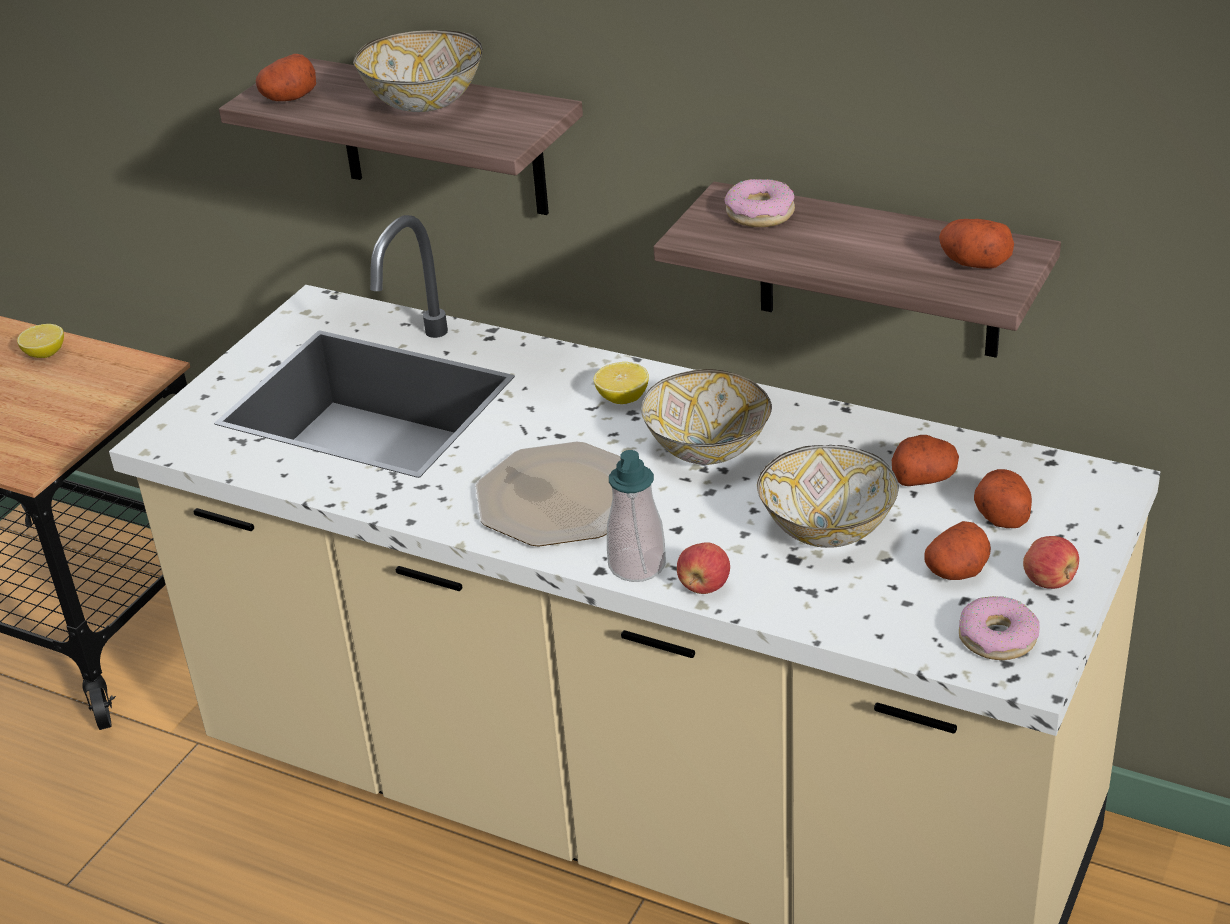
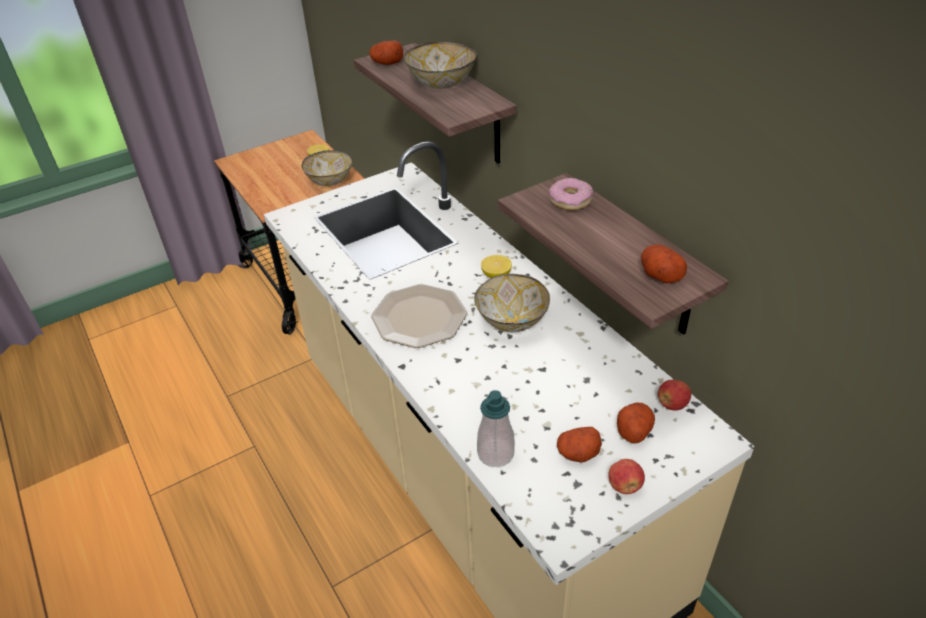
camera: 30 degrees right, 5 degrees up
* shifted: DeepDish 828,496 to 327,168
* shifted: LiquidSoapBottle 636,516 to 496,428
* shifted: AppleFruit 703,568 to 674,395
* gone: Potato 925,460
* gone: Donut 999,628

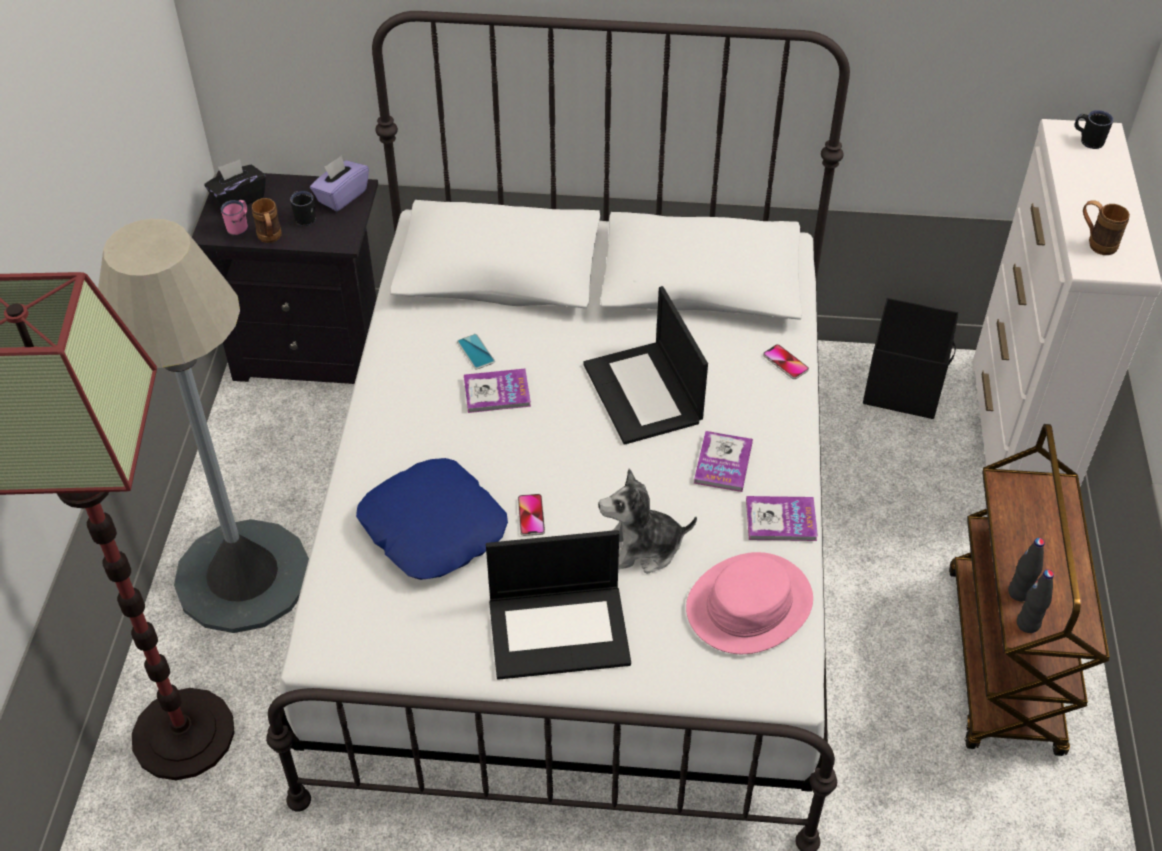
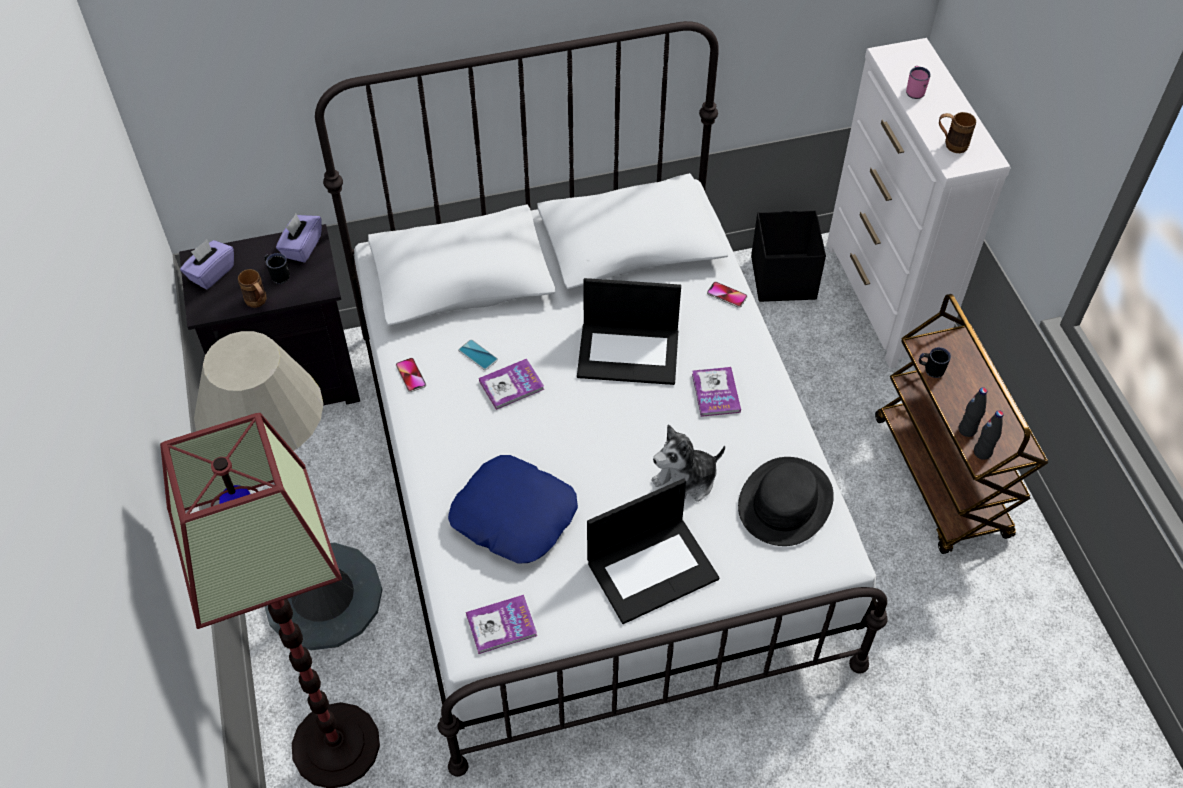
camera: 20 degrees left, 5 degrees up
* repainted: BlackishBoxOfTissues 235,183 to PurplishBoxOfTissues 207,265
* shifted: Telephone 531,515 to 411,375
* shifted: BoundBook 782,518 to 501,624
* rotated: Laptop 645,365 = 629,331 45 degrees counterclockwise
* repainted: PinkishWearableHat 749,603 to BlackishWearableHat 786,501
* shifted: PinkishCoffeeMug 234,218 to 918,82
* shifted: BlackishCoffeeMug 1094,129 to 935,362

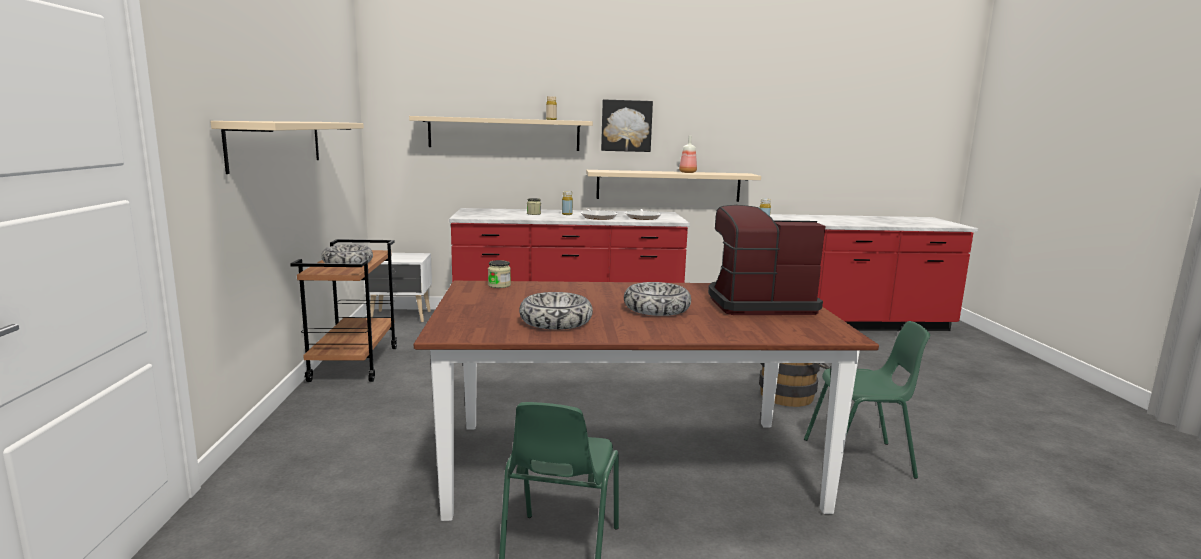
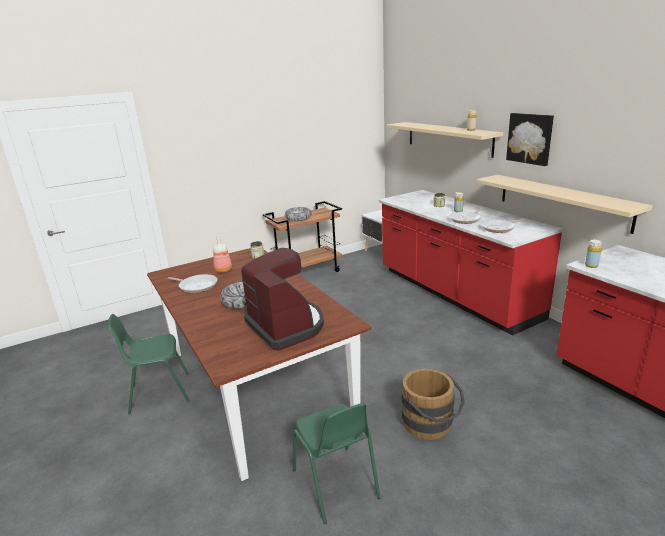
camera: 65 degrees right, 10 degrees up
* swapped: DeepDish 556,311 to Skillet 193,283
* shifted: BeverageBottle 688,154 to 222,254
* gone: SandColouredWallShelf 287,147

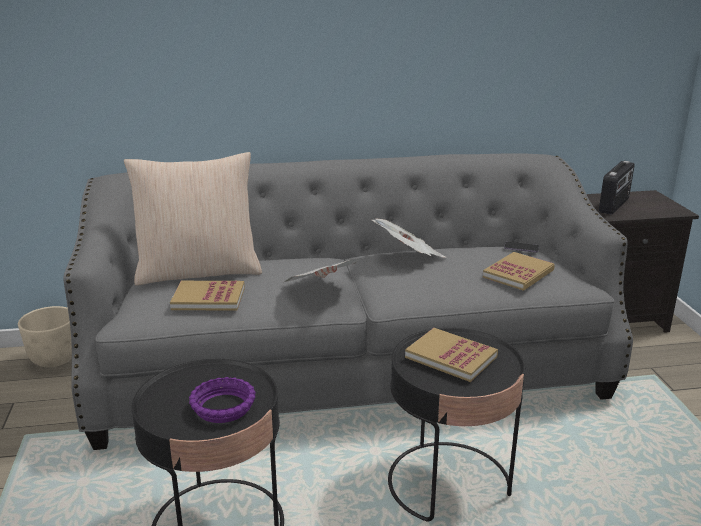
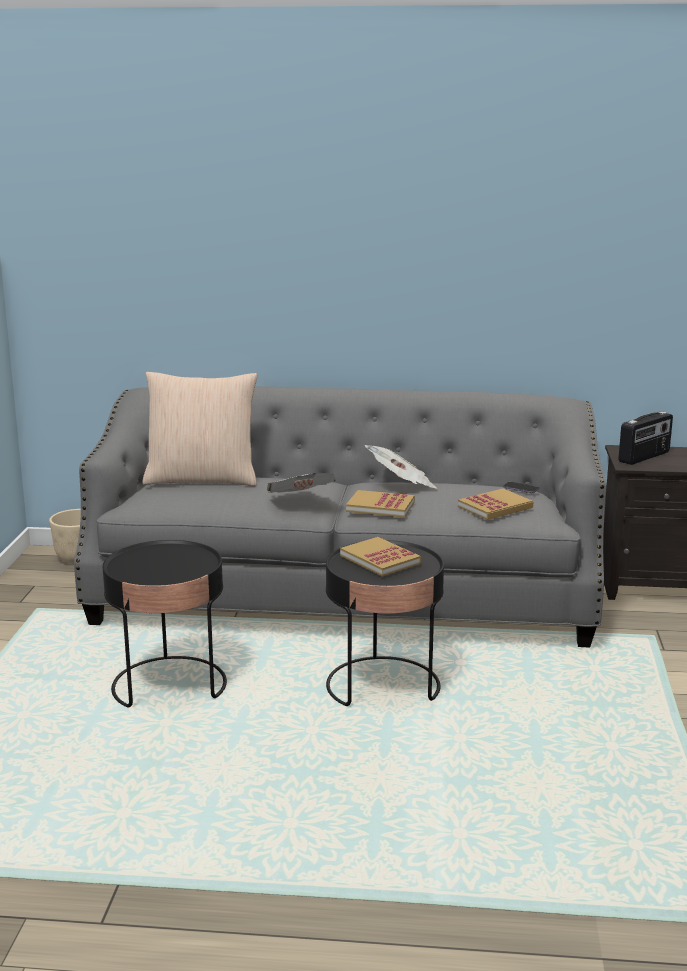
camera: 15 degrees right, 5 degrees down
* shifted: BoundBook 207,296 to 380,504
* gone: PurplishDeepDish 222,400

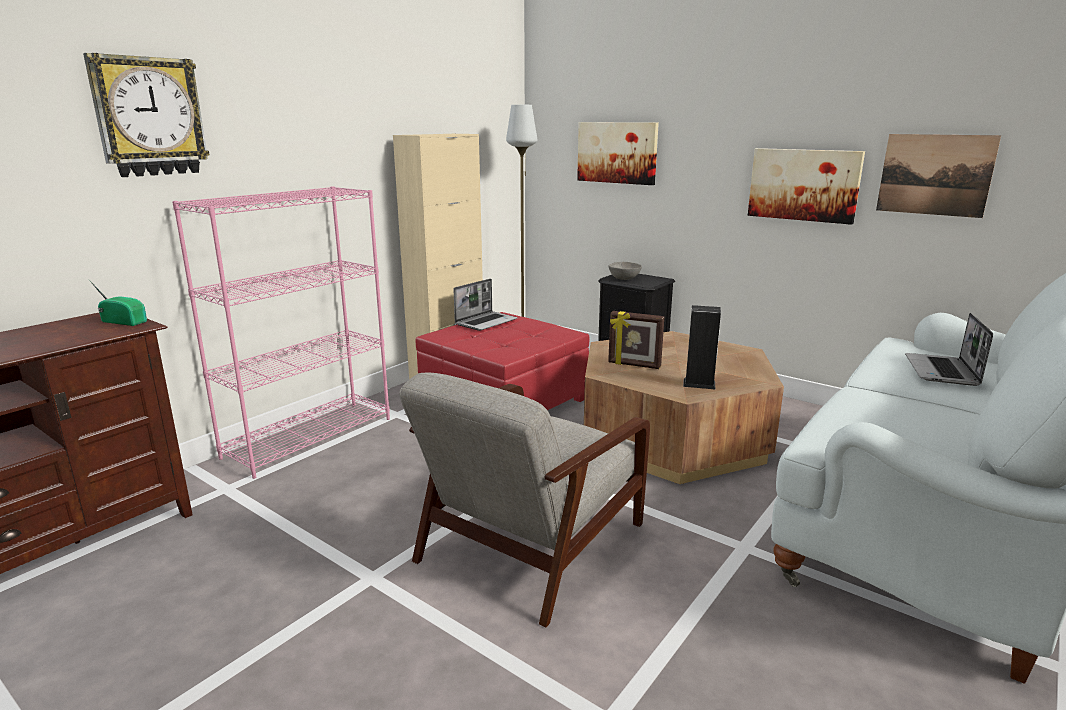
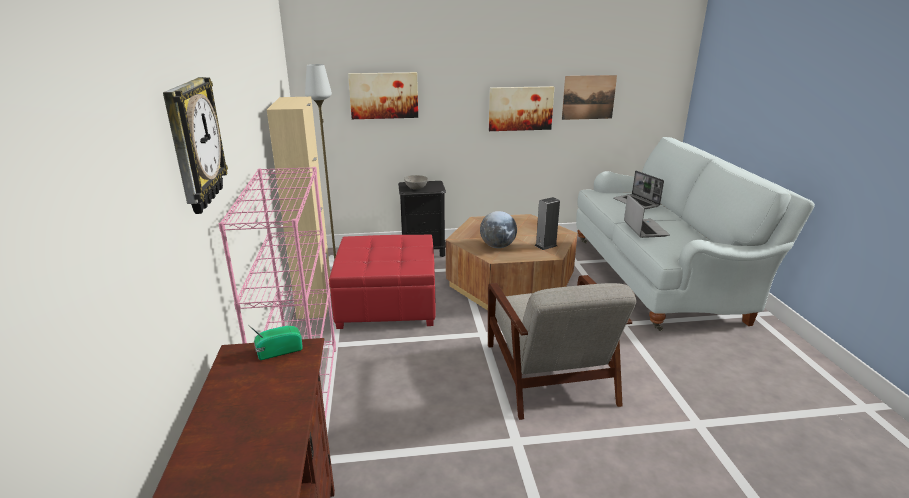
camera: 45 degrees left, 5 degrees up
* swapped: PictureFrame 636,340 to Globe 498,229
* shifted: Laptop 485,305 to 647,216

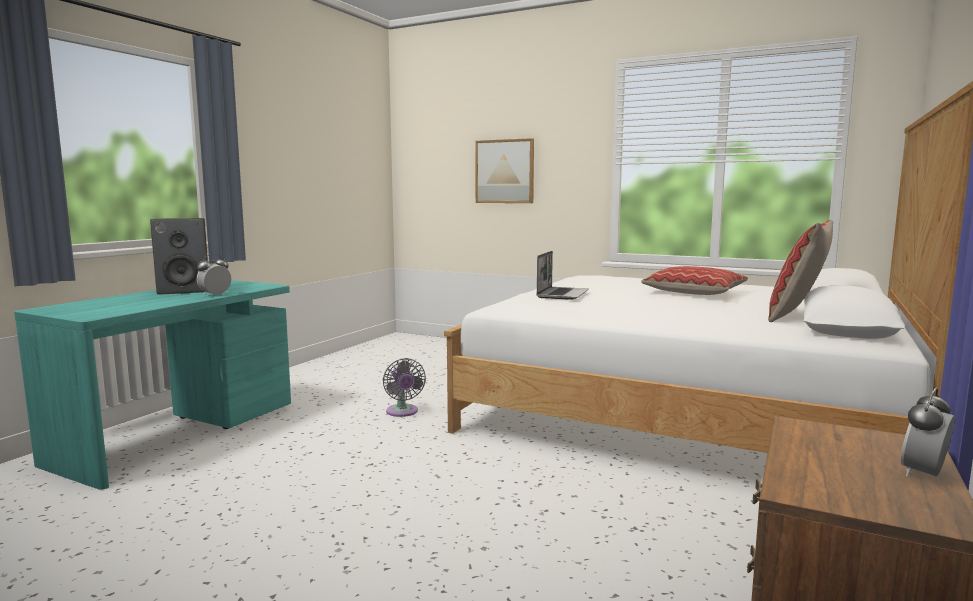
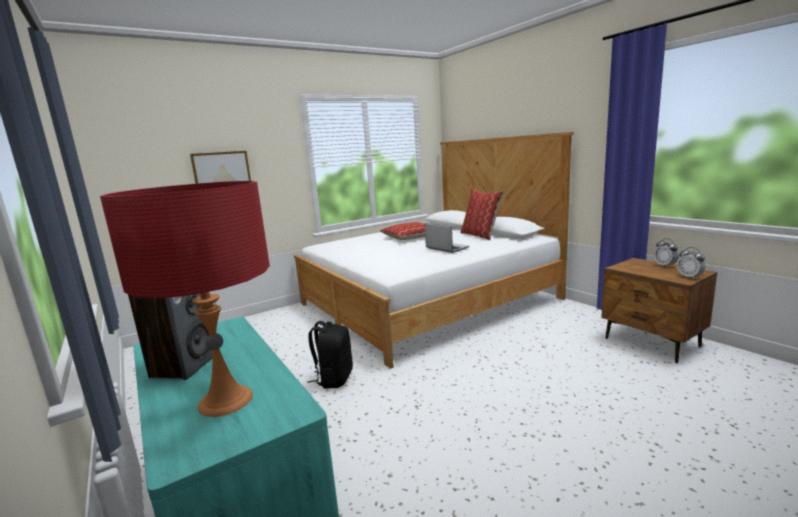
camera: 60 degrees left, 5 degrees up
* new: RedColouredTabletopLamp 185,299
* swapped: GreyFan 404,387 to BlackishRucksack 330,354
* shifted: Laptop 563,275 to 447,238
* shifted: BedsideClock 214,275 to 691,263

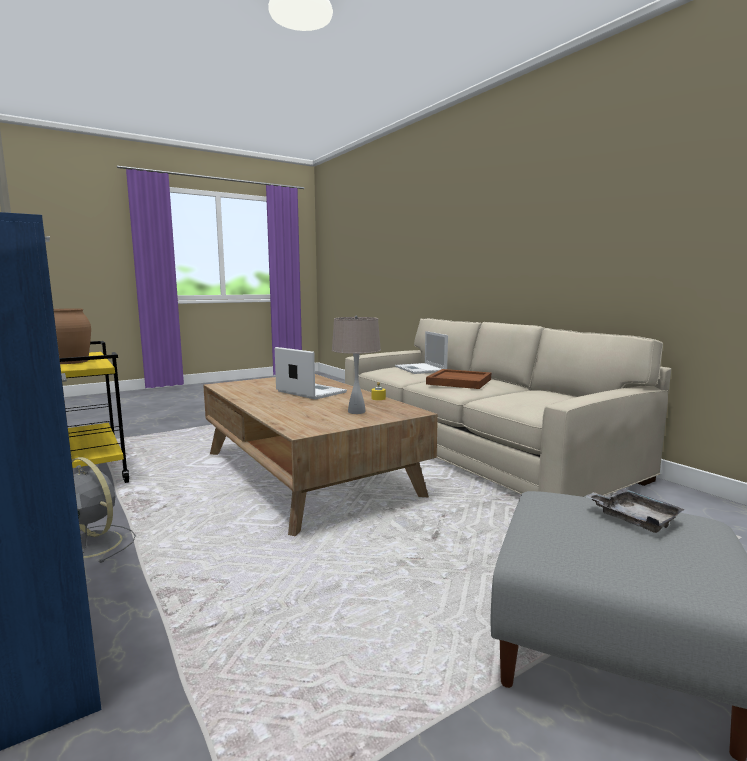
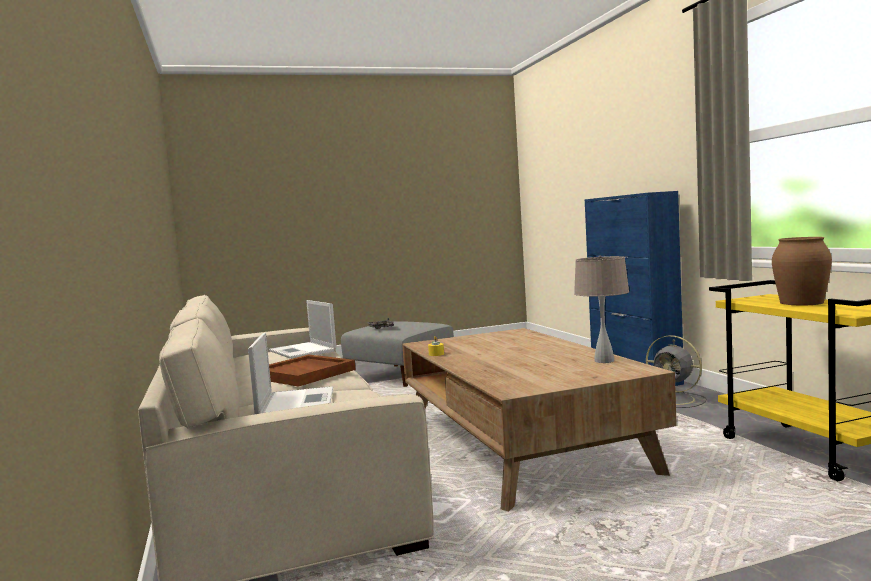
camera: 165 degrees left, 5 degrees down
* shifted: Laptop 311,373 to 302,329
* shifted: SandColouredTabletopLamp 356,365 to 601,309

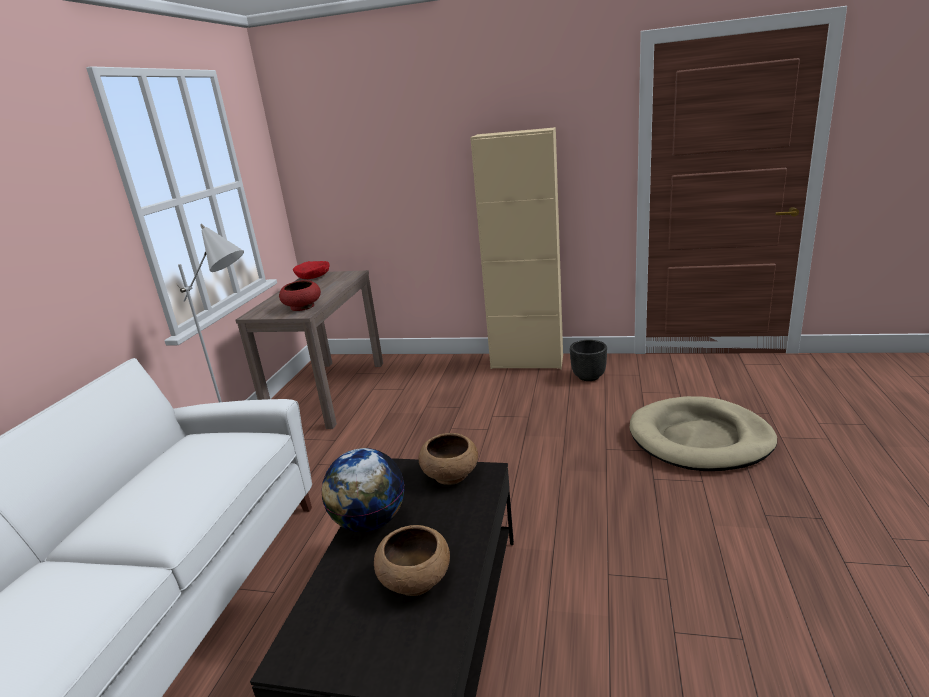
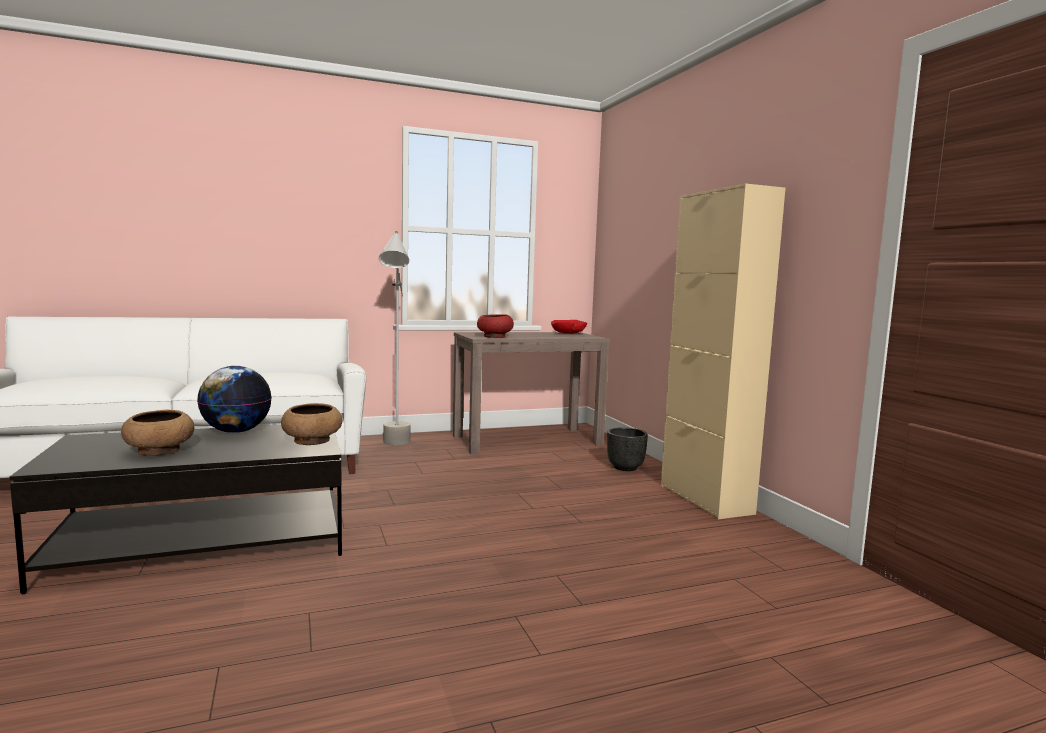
camera: 55 degrees right, 15 degrees down
* shifted: BlackishPlantPot 588,360 to 627,449
* gone: SandColouredPetBed 703,433

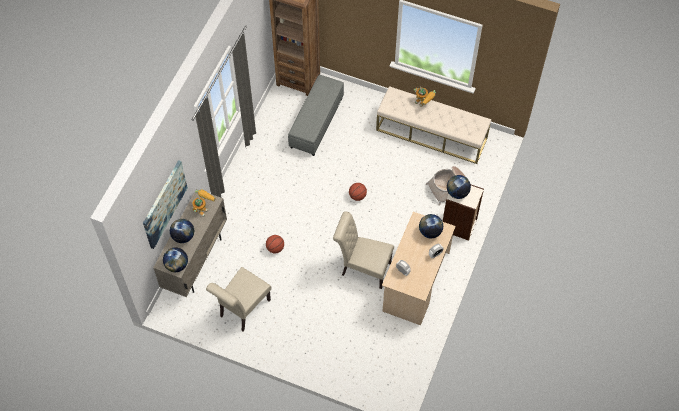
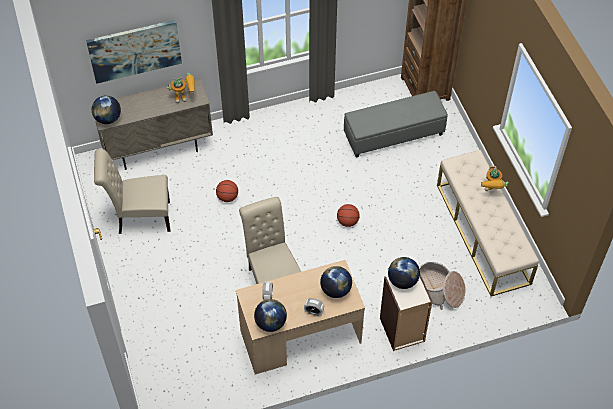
camera: 50 degrees right, 5 degrees down
* shifted: Globe 182,231 to 270,315

